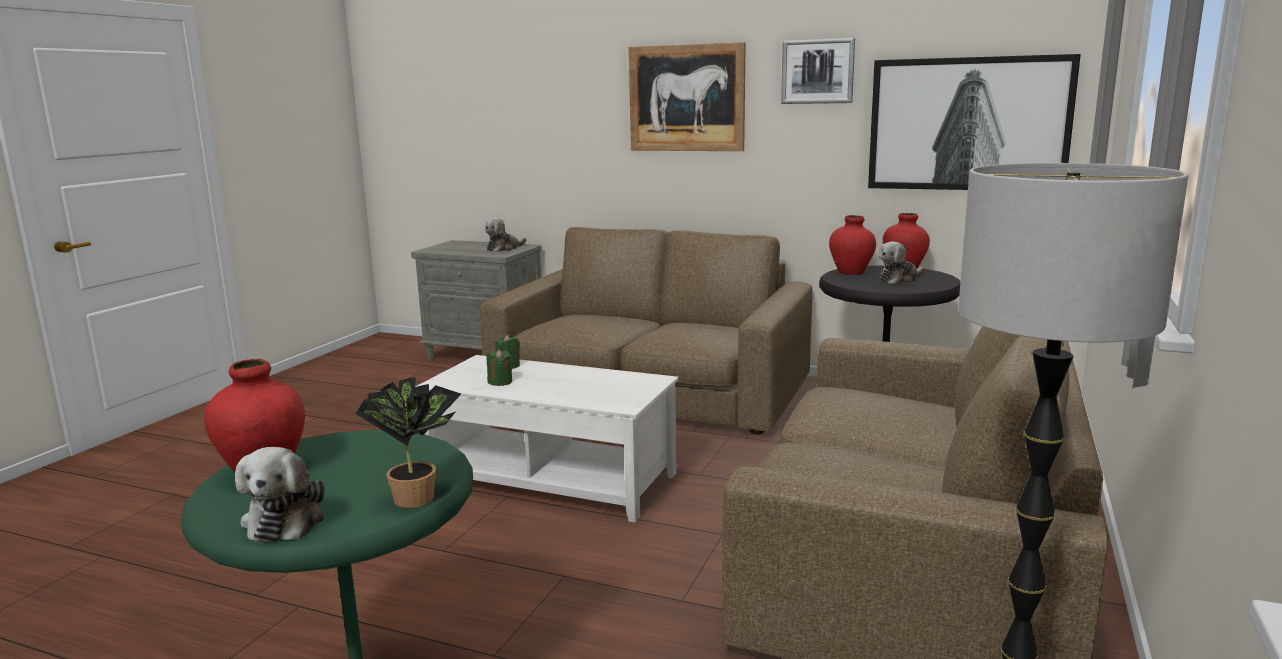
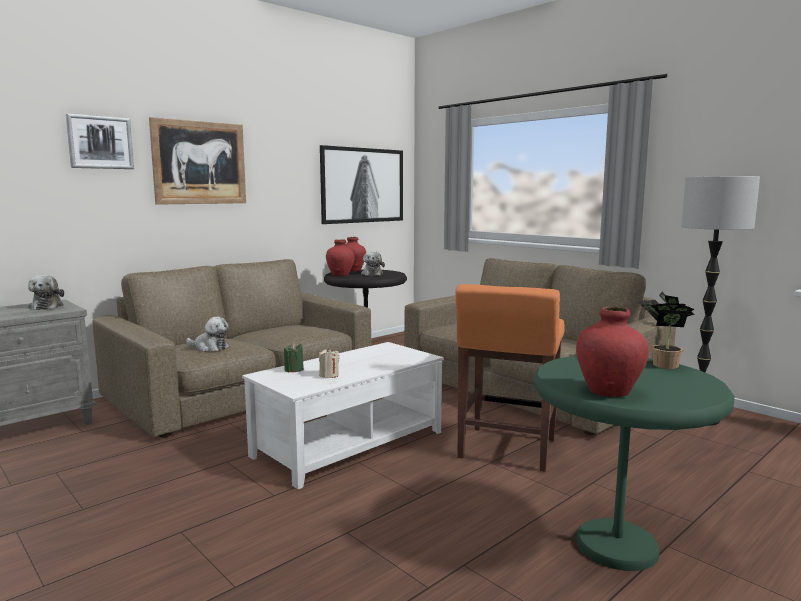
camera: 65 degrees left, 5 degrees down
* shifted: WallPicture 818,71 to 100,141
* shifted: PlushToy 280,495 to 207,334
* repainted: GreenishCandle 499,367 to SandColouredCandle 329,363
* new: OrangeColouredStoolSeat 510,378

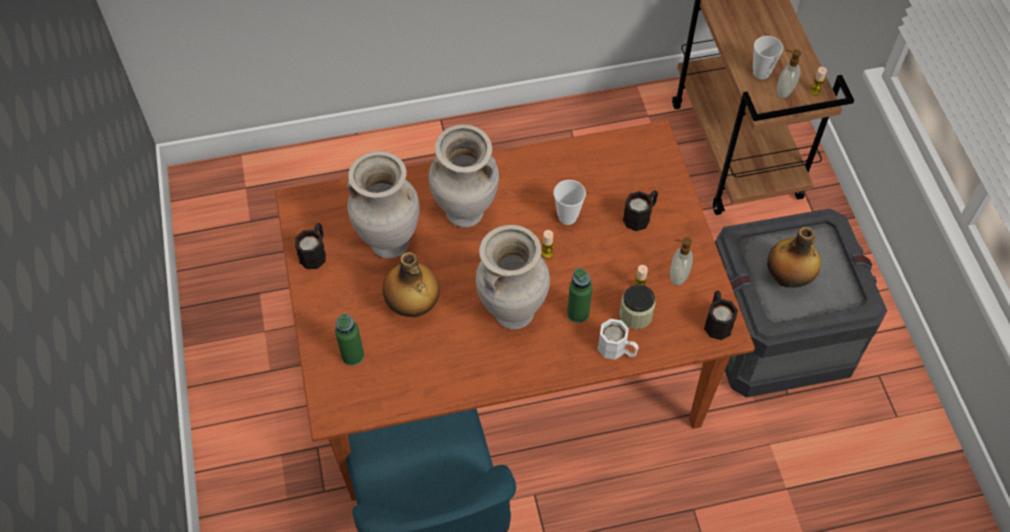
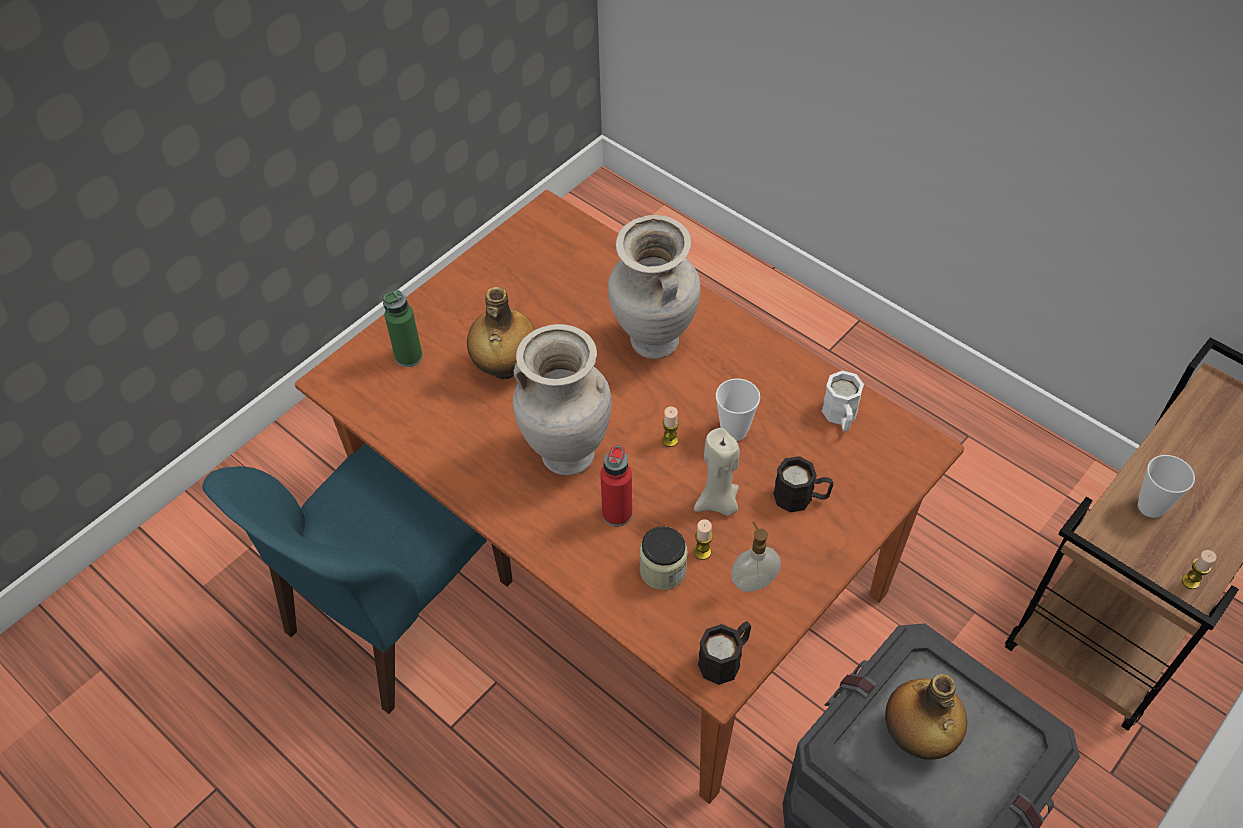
camera: 55 degrees right, 5 degrees down
* repainted: GreenishBeverageBottle 580,295 to RedColouredBeverageBottle 616,485
* new: SandColouredCandle 717,472
* shifted: WhiteColouredCoffeeMug 618,339 to 843,400
* gone: BlackishCoffeeMug 310,246
* gone: SandColouredVase 383,205
* gone: LiquidSoapBottle 789,73

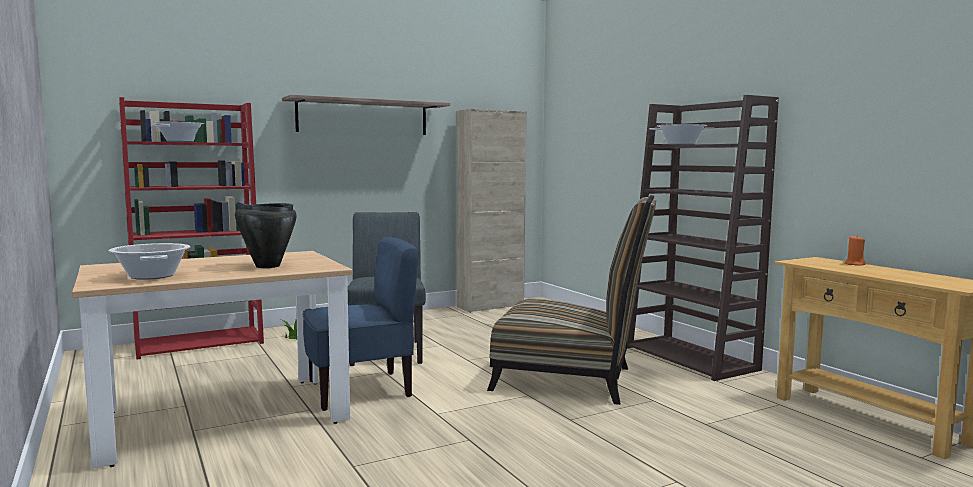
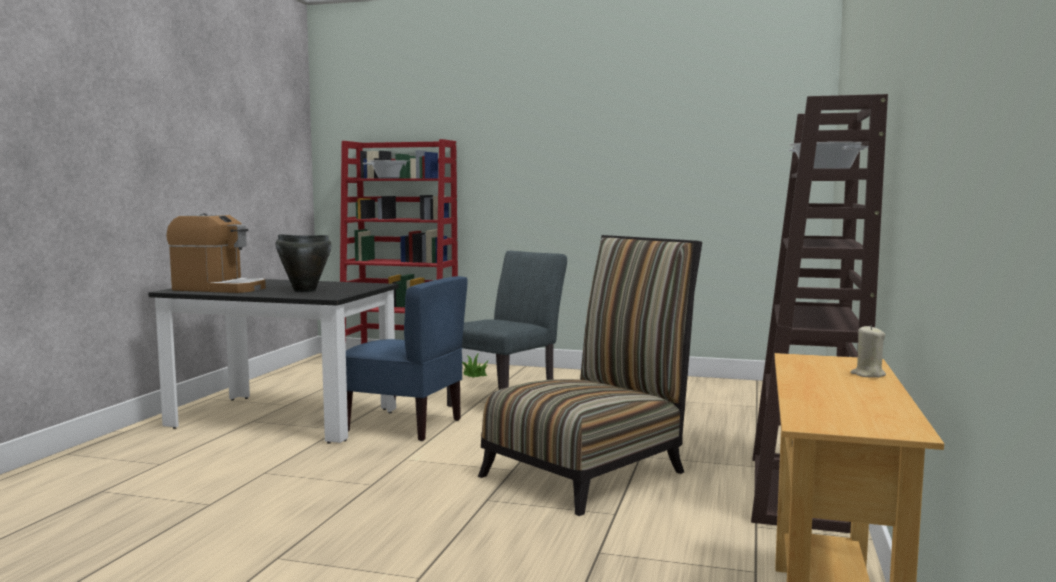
camera: 45 degrees right, 0 degrees up
* repainted: SandColouredDiningTable 212,360 to BlackishDiningTable 273,361
* swapped: Stockpot 149,261 to CoffeeBrewer 216,253
* rotated: UprightChair 572,300 = 590,375 105 degrees counterclockwise
* repainted: OrangeColouredCandle 855,250 to SandColouredCandle 868,351
* gone: WallShelf 366,115
* gone: SandColouredCabinet 492,211

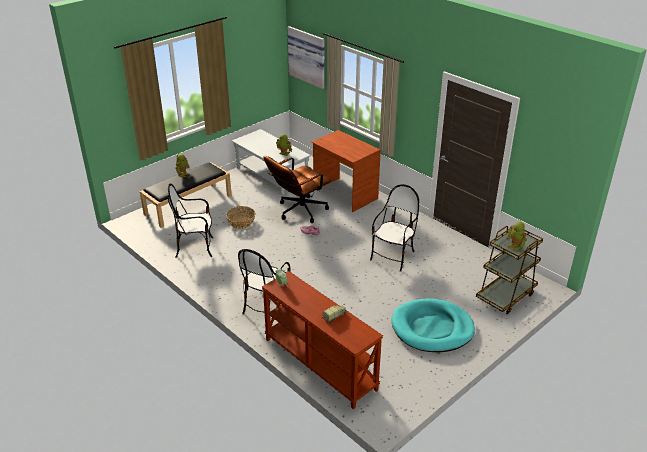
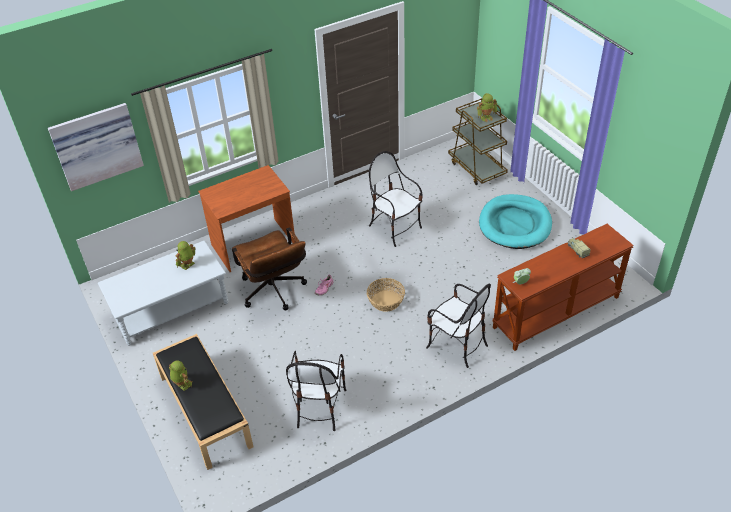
camera: 75 degrees left, 10 degrees up
* shifted: StorageBasket 240,217 to 386,295

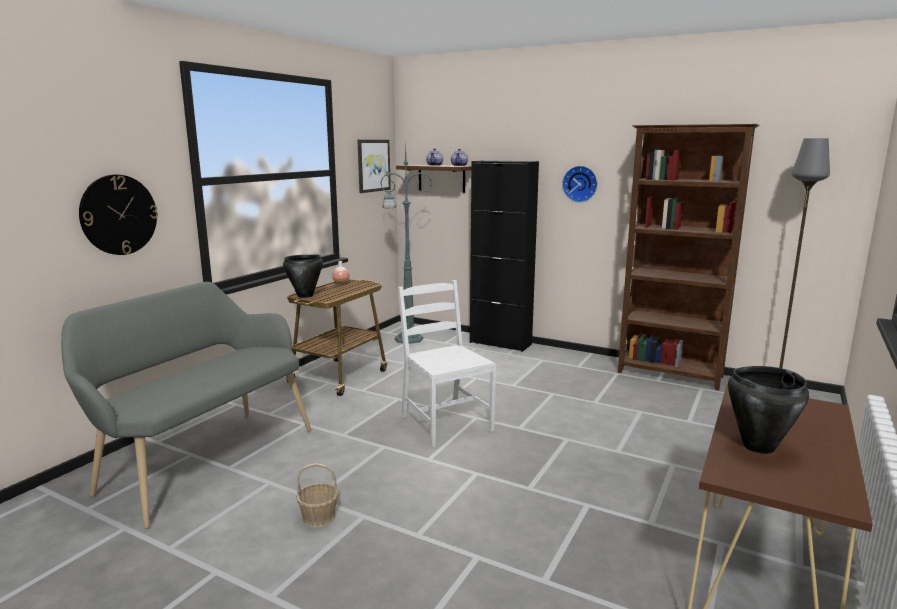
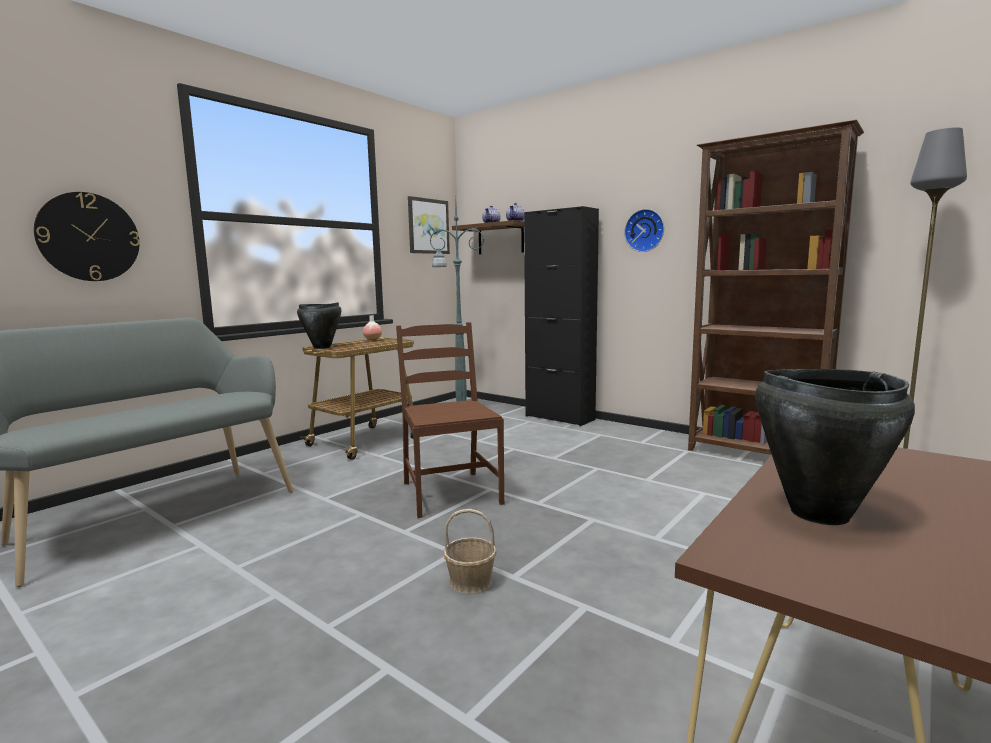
camera: 10 degrees right, 5 degrees down
* repainted: WhiteColouredUprightChair 447,363 to BrownUprightChair 450,420
* shifted: StorageBasket 317,495 to 470,551

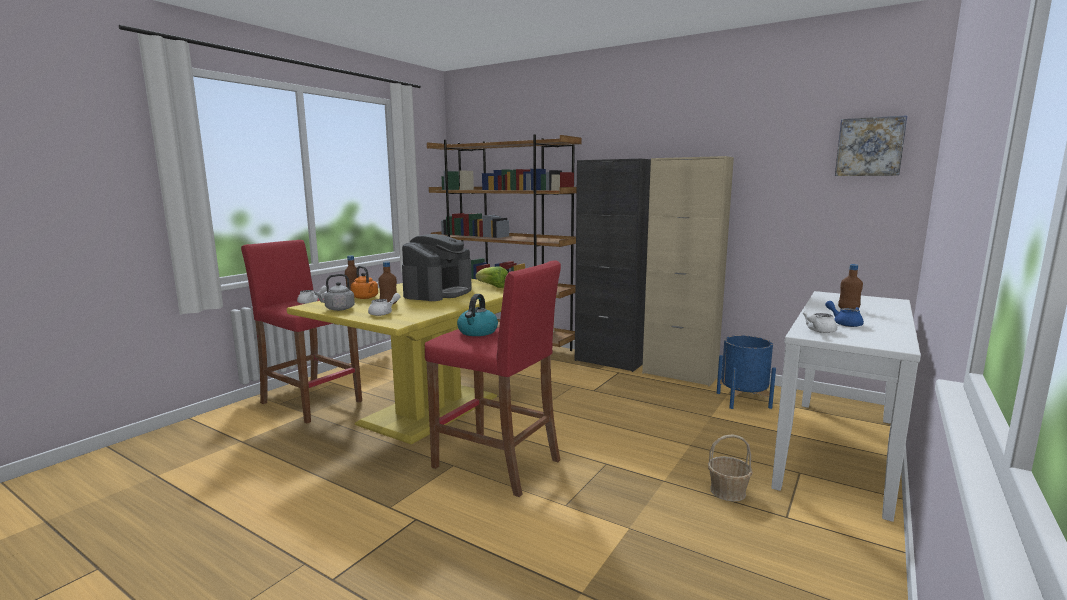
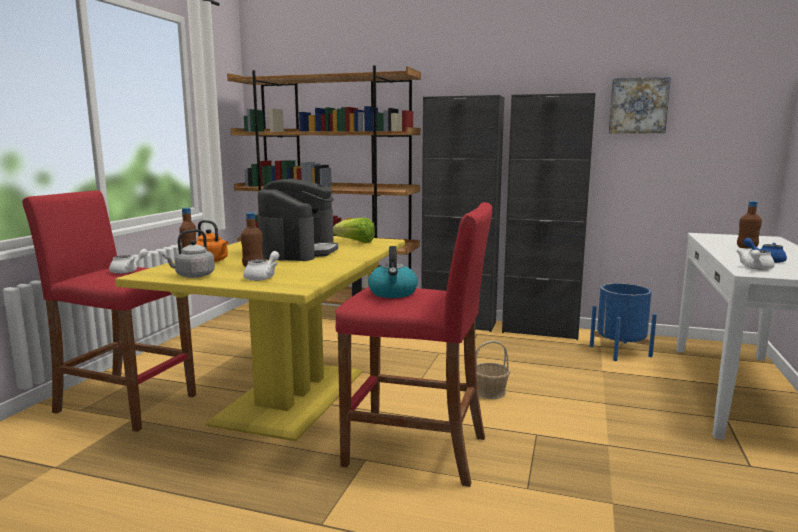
camera: 15 degrees left, 0 degrees up
* shifted: StorageBasket 730,468 to 493,369
* repainted: SandColouredCabinet 688,271 to BlackishCabinet 549,216
* shifted: WallPicture 871,145 to 640,105

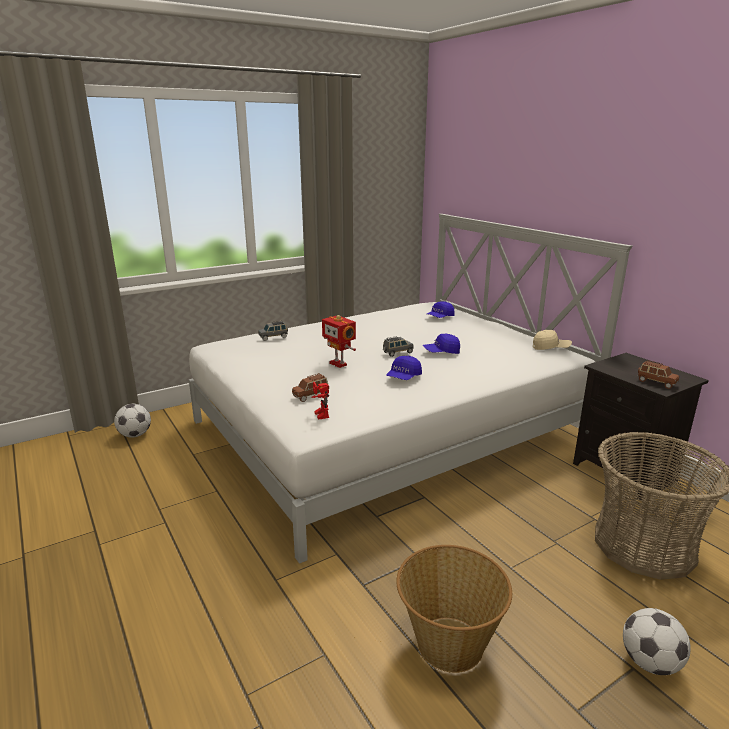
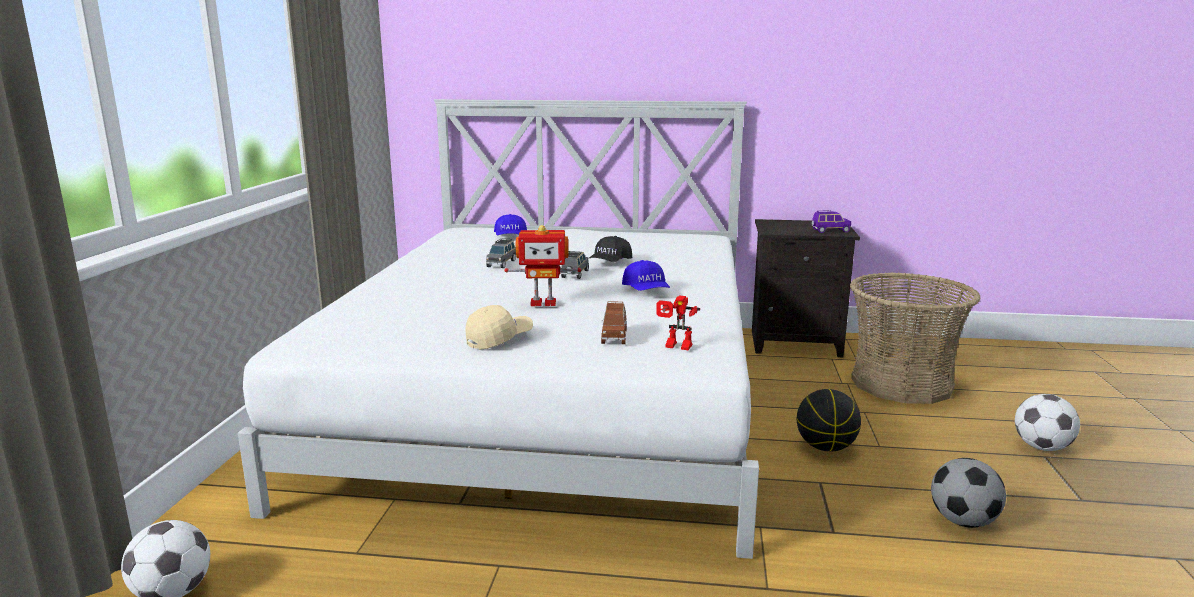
camera: 50 degrees left, 5 degrees down
* shifted: SandColouredBaseballCap 552,340 to 499,327
* shifted: GreyToyCar 273,331 to 501,253
* repainted: BluishBaseballCap 441,344 to BlackishBaseballCap 610,249
* new: BasketballBall 829,420
* repainted: BrownToyCar 658,374 to PurplishToyCar 831,221
* swapped: StorageBasket 454,609 to FootballBall 968,493

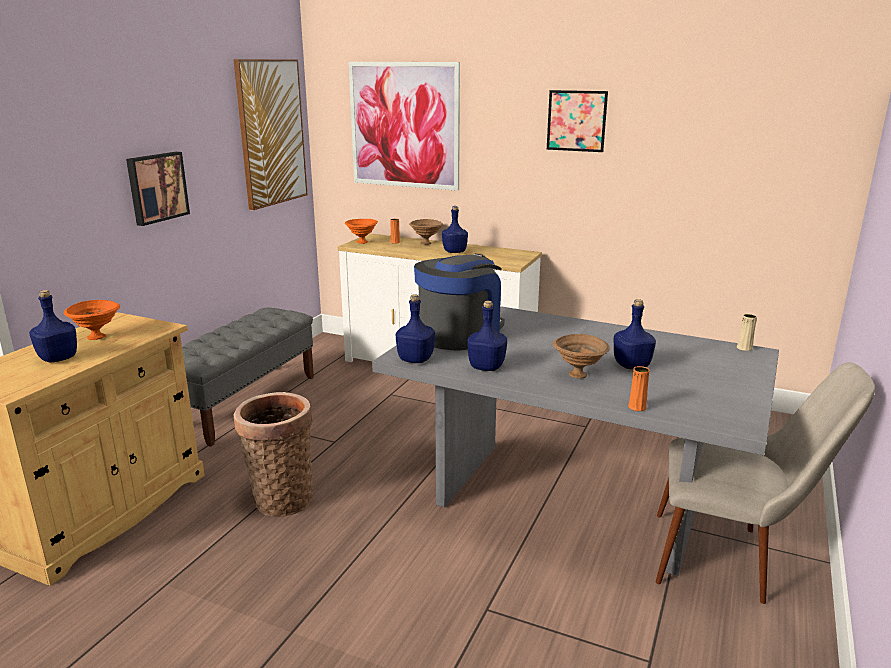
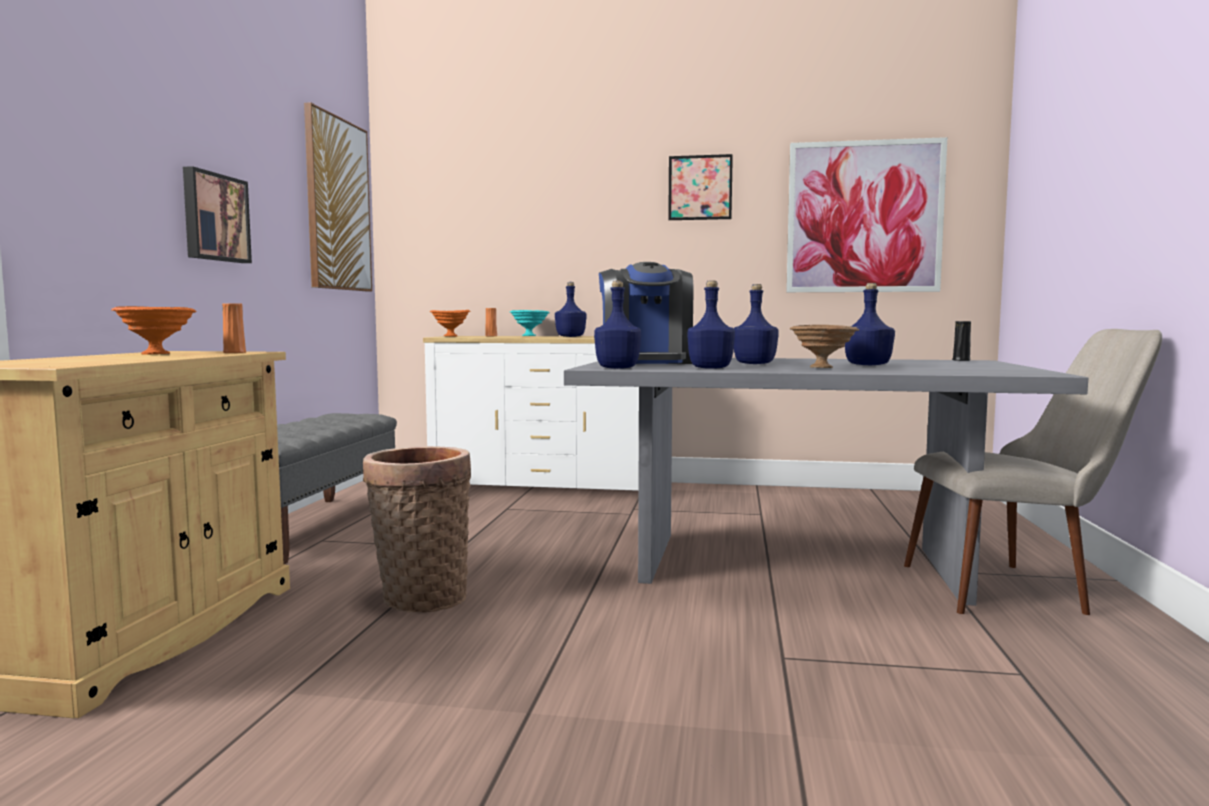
camera: 15 degrees left, 15 degrees down
* shifted: OrangeColouredVase 638,388 to 234,328
* repainted: BrownDeepDish 426,232 to BlueGreenDeepDish 530,323
* rotated: CoffeeBrewer 459,302 = 646,313 150 degrees clockwise
* shifted: BluishBeverageBottle 53,326 to 756,324
* shifted: WallPicture 404,126 to 866,214
* repainted: SandColouredVase 747,332 to BlackishVase 961,341

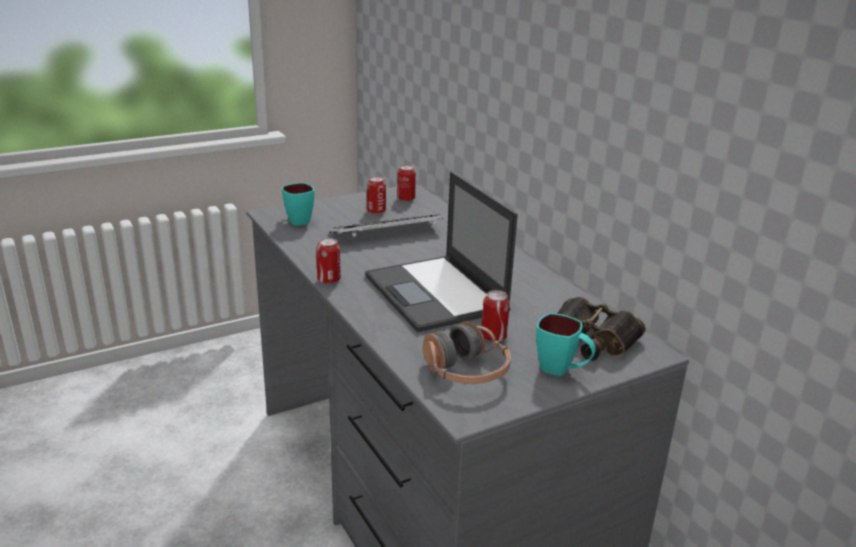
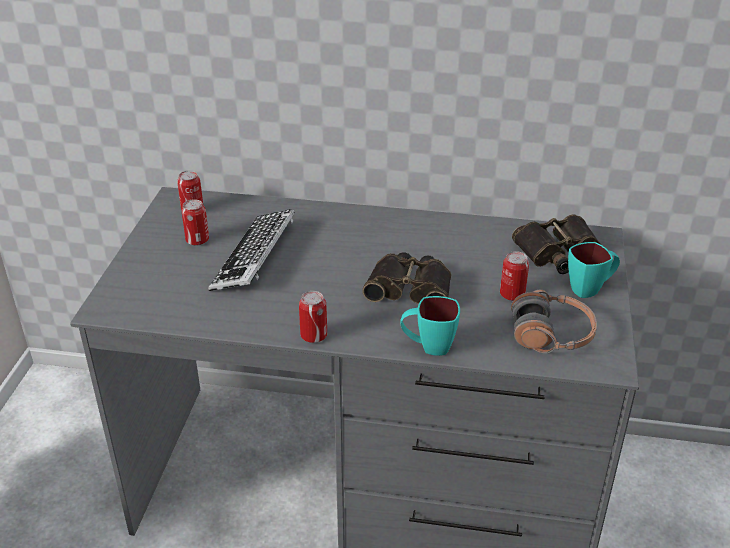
camera: 50 degrees left, 10 degrees up
* swapped: Laptop 441,252 to PairOfBinoculars 406,278
* shifted: BlueGreenCoffeeMug 298,204 to 430,326

